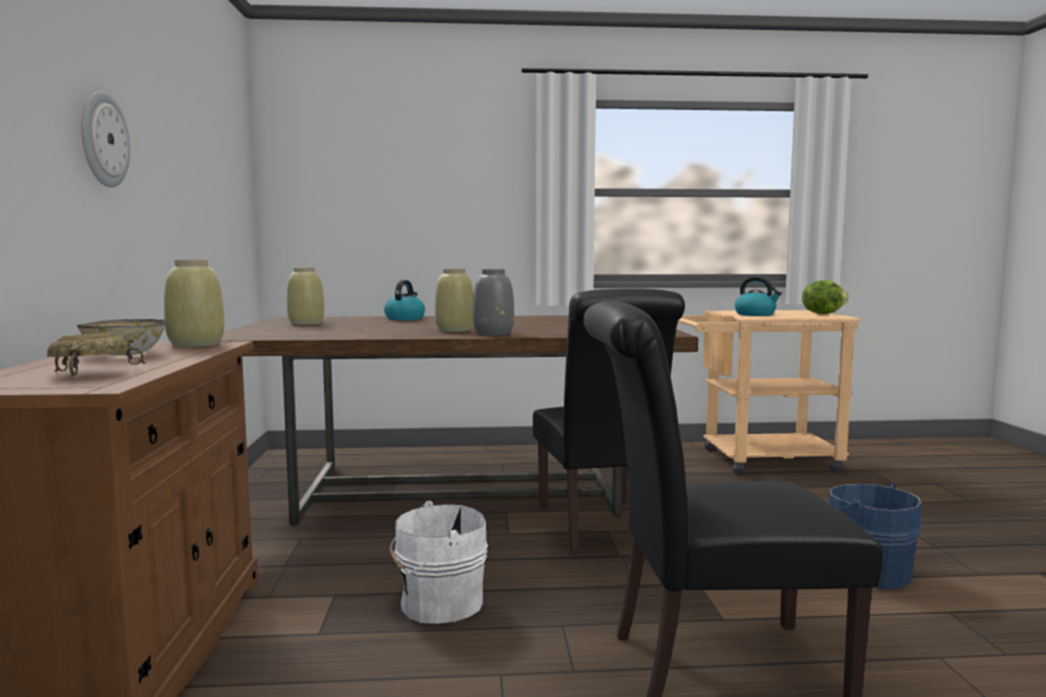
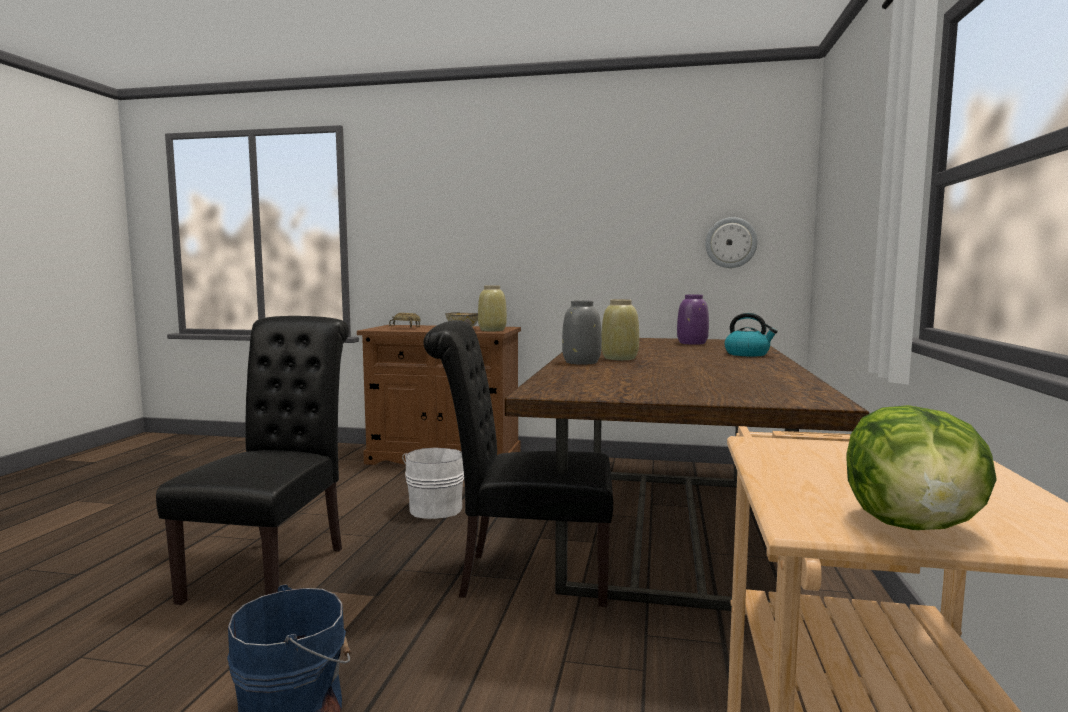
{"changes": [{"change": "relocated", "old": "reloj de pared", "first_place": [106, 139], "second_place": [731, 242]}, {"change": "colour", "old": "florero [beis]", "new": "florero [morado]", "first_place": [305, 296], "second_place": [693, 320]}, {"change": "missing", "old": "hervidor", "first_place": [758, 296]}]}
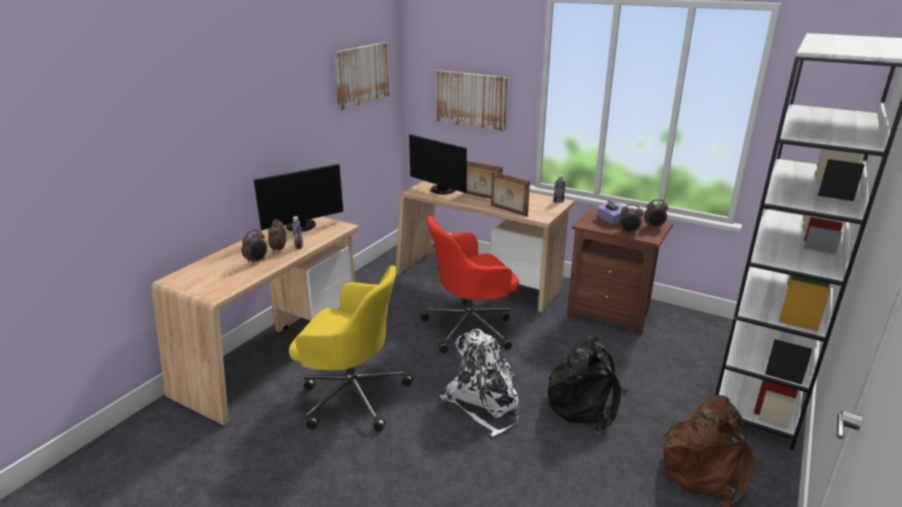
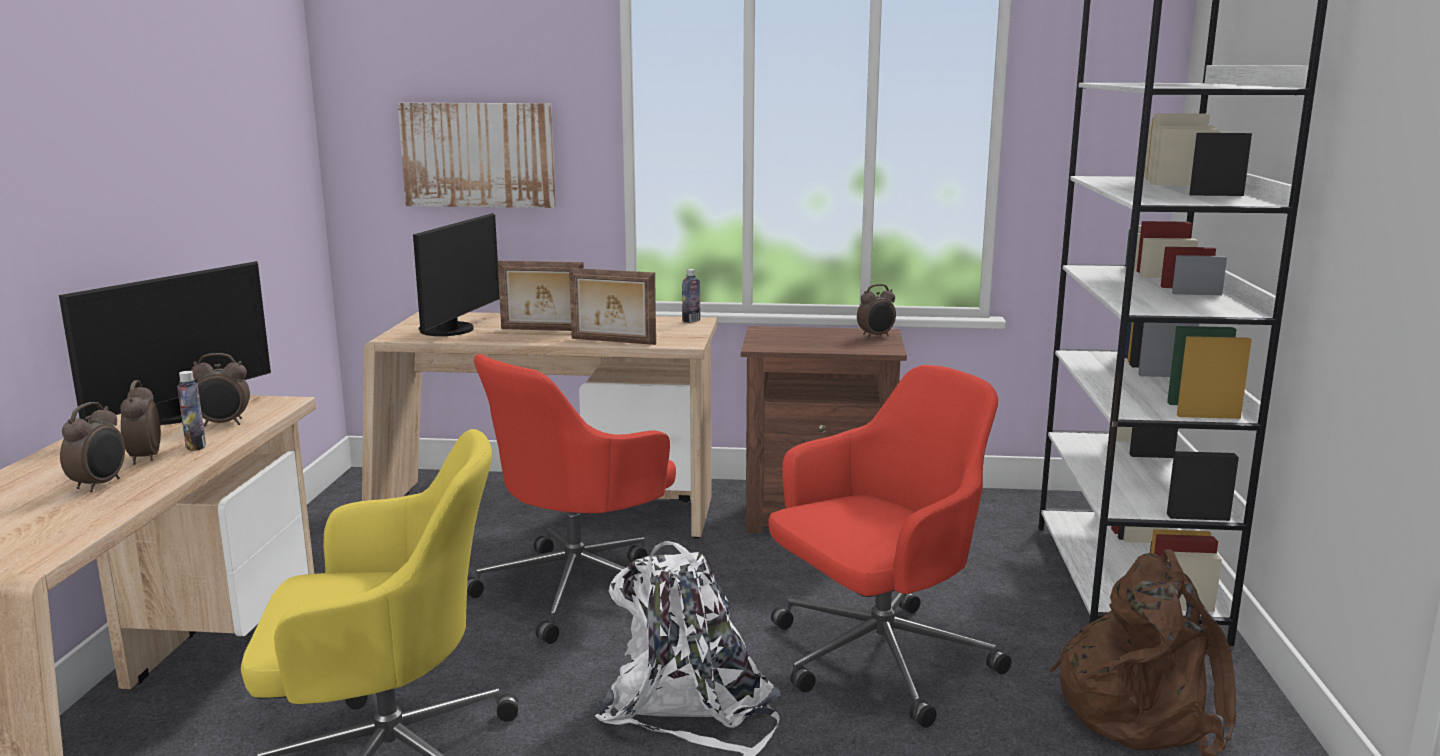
{"changes": [{"change": "missing", "old": "cuadro", "first_place": [362, 76]}, {"change": "spun", "old": "monitor", "first_place": [438, 164], "second_place": [456, 274], "degrees": -90}, {"change": "exchanged", "old": "mochila [negro]", "new": "silla de oficina [rojo]", "first_place": [588, 384], "second_place": [889, 546]}, {"change": "missing", "old": "caja de pañuelos [morado]", "first_place": [610, 212]}, {"change": "relocated", "old": "despertador", "first_place": [631, 219], "second_place": [220, 389]}]}
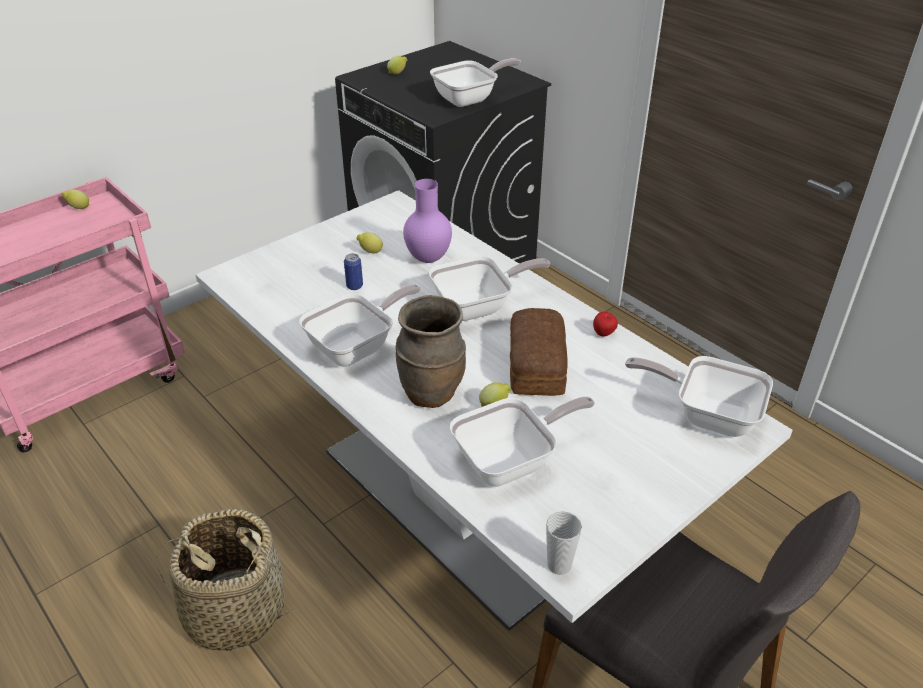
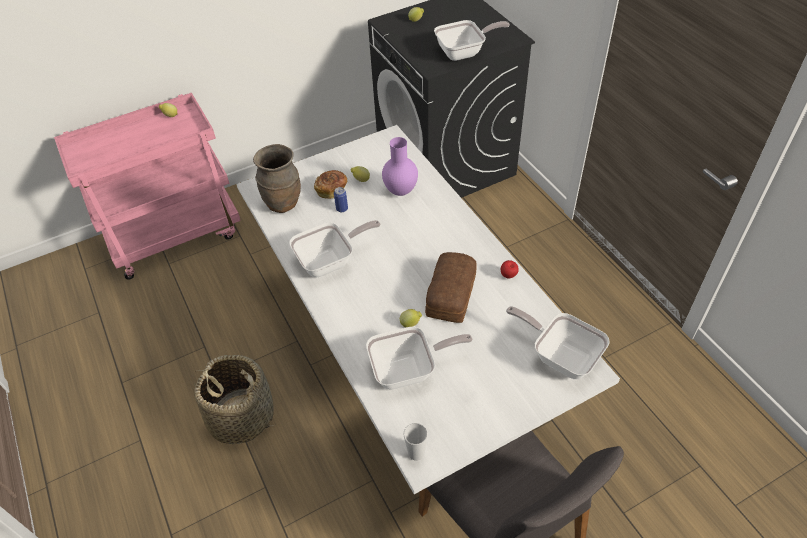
{"changes": [{"change": "relocated", "old": "florero [marrón]", "first_place": [430, 351], "second_place": [277, 178]}, {"change": "missing", "old": "sartén", "first_place": [489, 288]}, {"change": "appeared", "new": "pan", "second_place": [331, 184]}]}
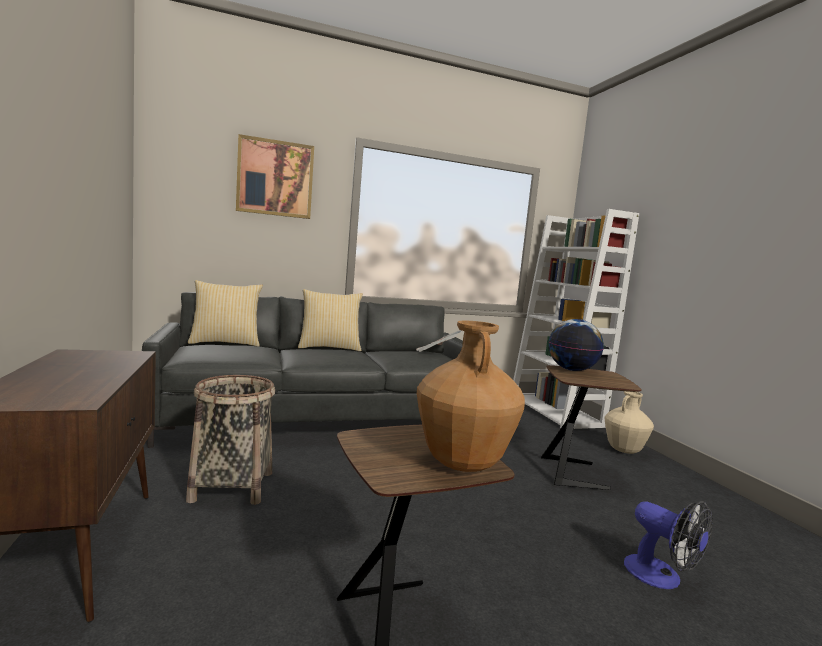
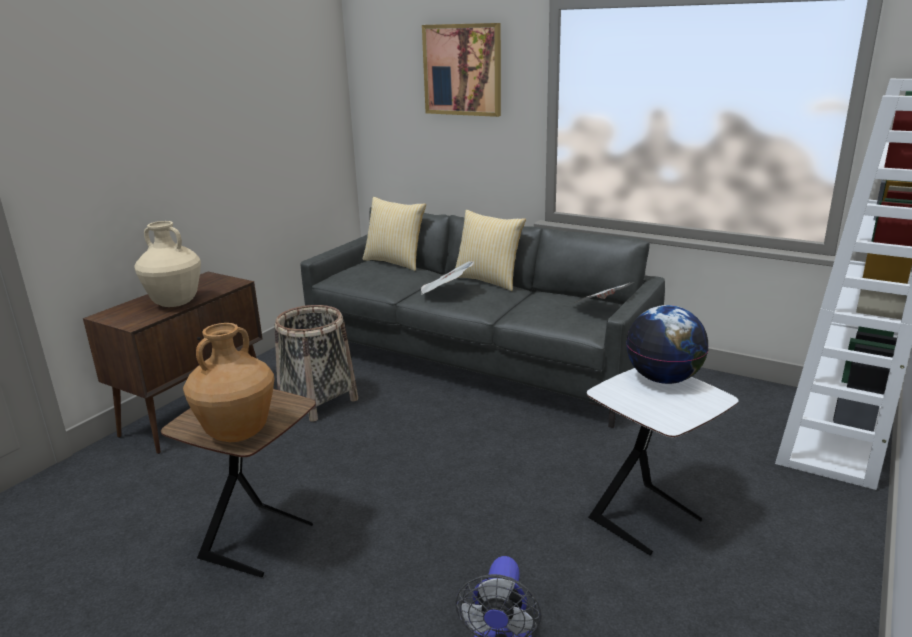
{"changes": [{"change": "colour", "old": "mesa auxiliar [marrón]", "new": "mesa auxiliar [blanco]", "first_place": [591, 427], "second_place": [662, 461]}, {"change": "relocated", "old": "florero [beis]", "first_place": [629, 422], "second_place": [167, 264]}, {"change": "appeared", "new": "periódico", "second_place": [447, 278]}]}
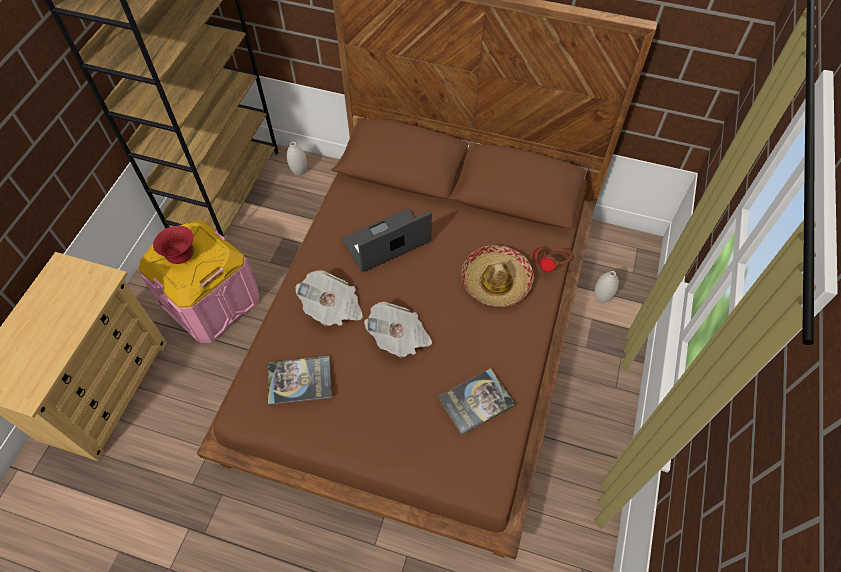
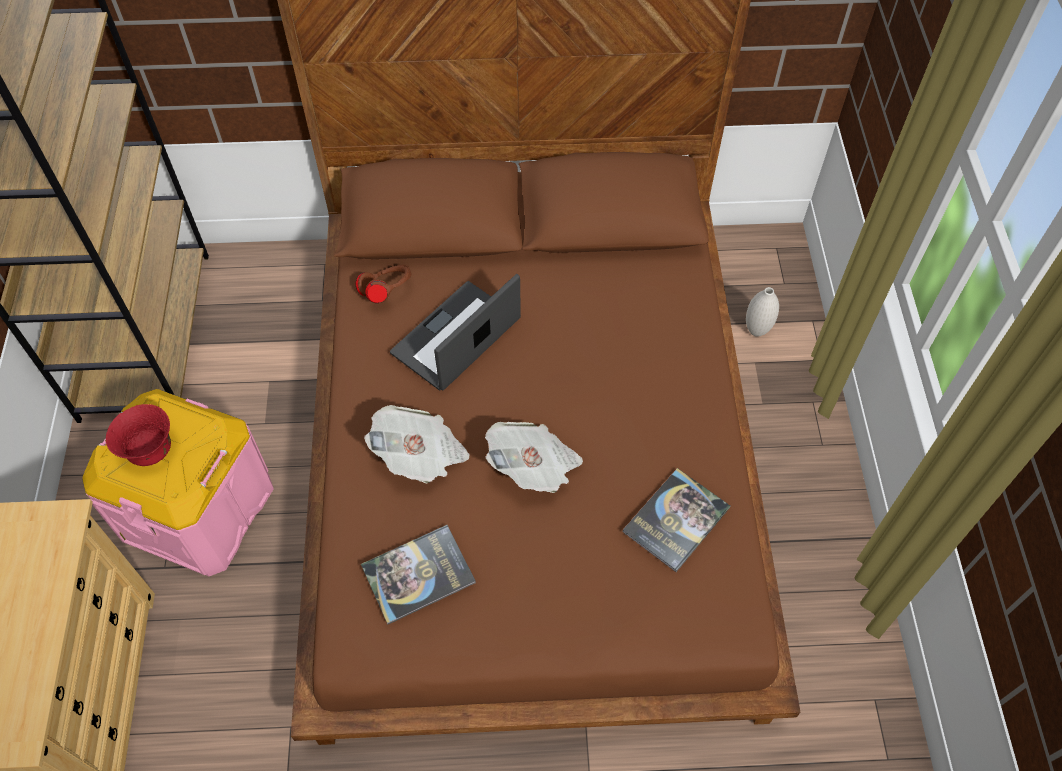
{"changes": [{"change": "missing", "old": "florero [blanco]", "first_place": [297, 159]}, {"change": "missing", "old": "sombrero", "first_place": [497, 276]}, {"change": "relocated", "old": "auriculares [marrón]", "first_place": [553, 259], "second_place": [383, 283]}]}
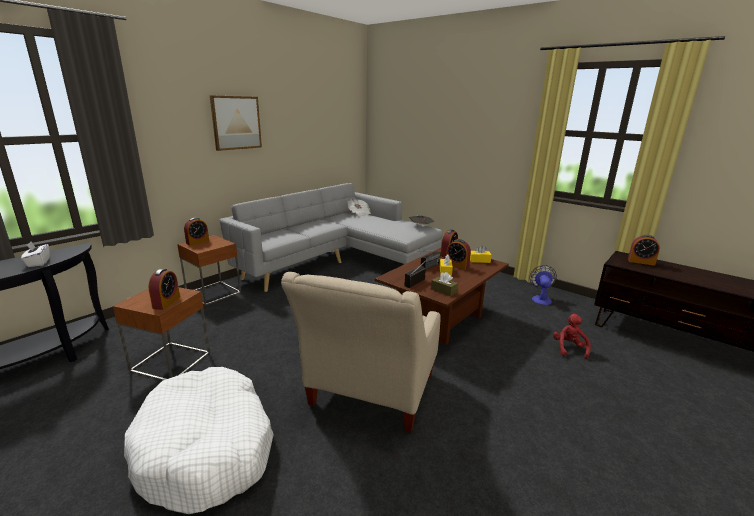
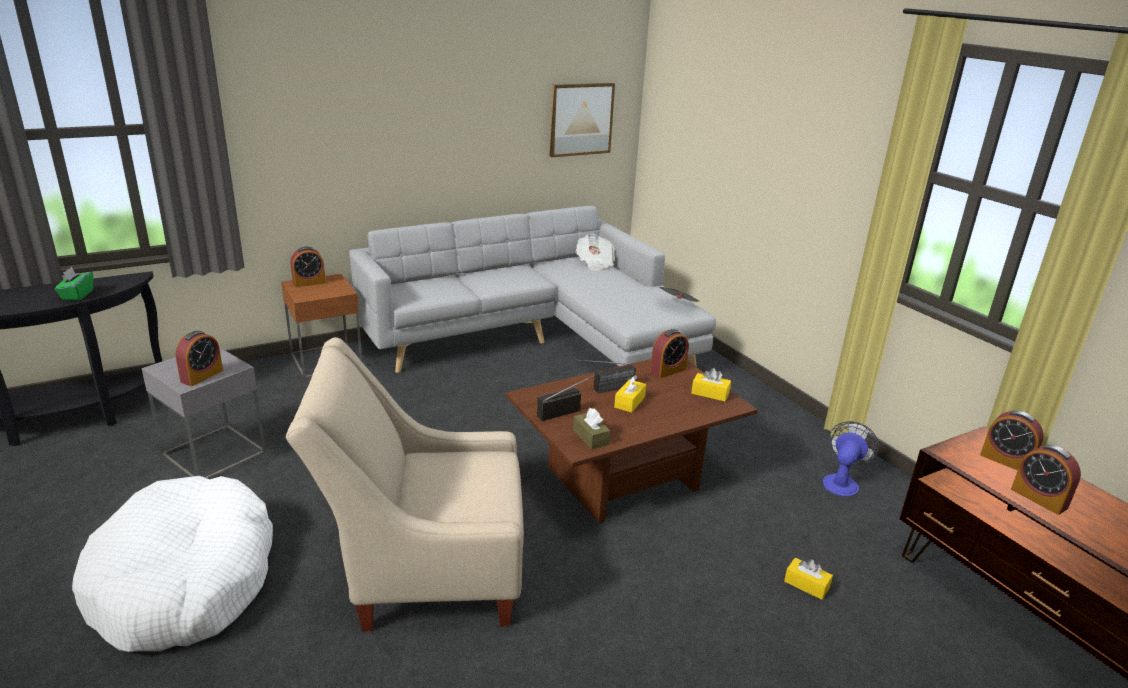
{"changes": [{"change": "colour", "old": "caja de pañuelos [blanco]", "new": "caja de pañuelos [verde]", "first_place": [35, 254], "second_place": [74, 283]}, {"change": "colour", "old": "mesa auxiliar [marrón]", "new": "mesa auxiliar [gris]", "first_place": [161, 334], "second_place": [204, 413]}, {"change": "relocated", "old": "cuadro", "first_place": [236, 123], "second_place": [582, 120]}, {"change": "spun", "old": "sillón [beis]", "first_place": [361, 352], "second_place": [405, 484], "degrees": 45}, {"change": "relocated", "old": "despertador", "first_place": [458, 254], "second_place": [1046, 480]}, {"change": "exchanged", "old": "peluche [rojo]", "new": "caja de pañuelos [amarillo]", "first_place": [572, 336], "second_place": [808, 579]}]}
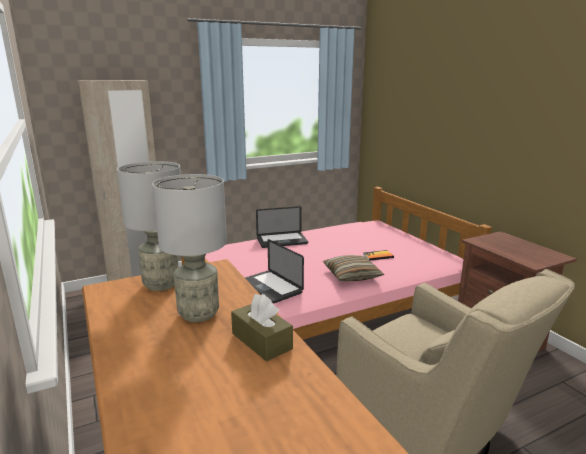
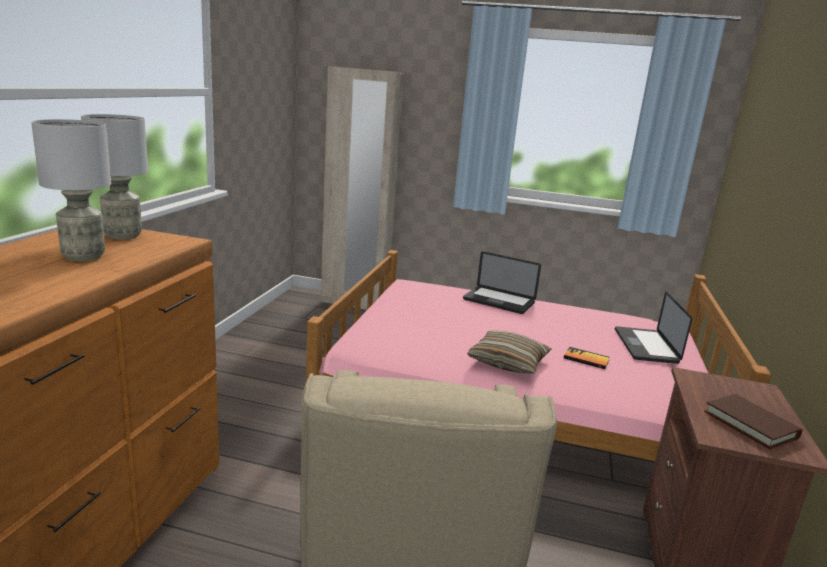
{"changes": [{"change": "missing", "old": "caja de pañuelos [marrón]", "first_place": [262, 327]}, {"change": "relocated", "old": "portátil", "first_place": [274, 271], "second_place": [653, 328]}, {"change": "appeared", "new": "libro [marrón]", "second_place": [753, 421]}]}
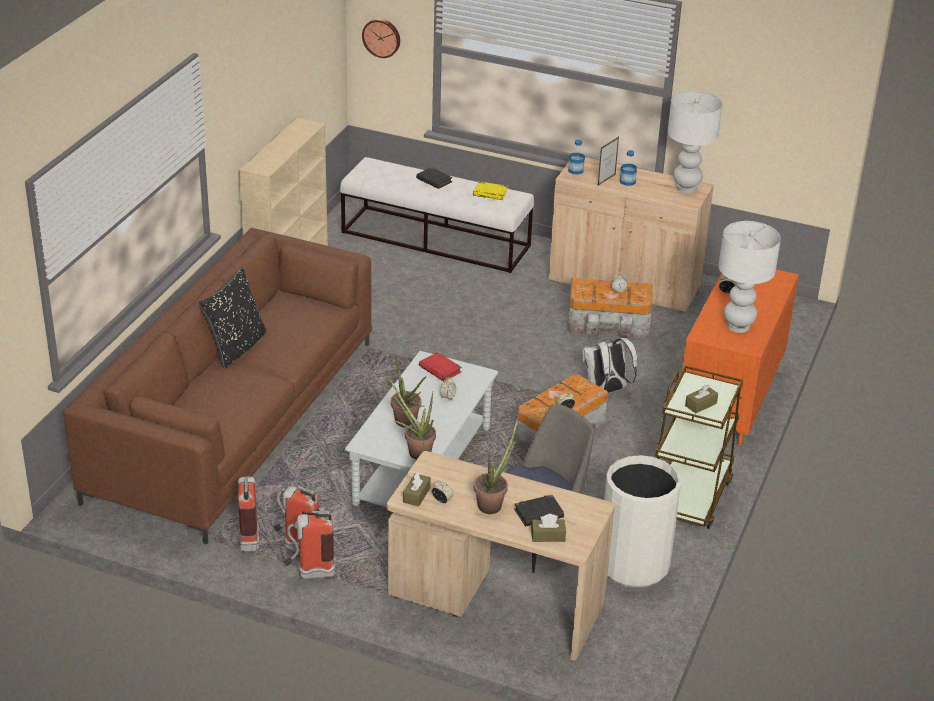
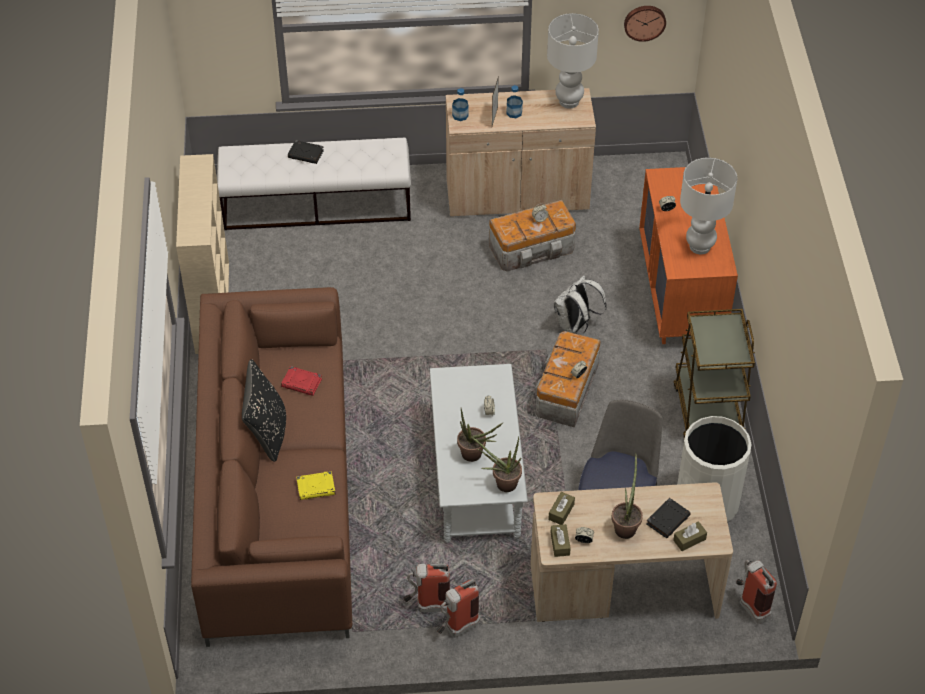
{"changes": [{"change": "relocated", "old": "extintor", "first_place": [248, 514], "second_place": [756, 592]}, {"change": "relocated", "old": "reloj de pared", "first_place": [381, 38], "second_place": [645, 24]}, {"change": "relocated", "old": "libro [rojo]", "first_place": [440, 366], "second_place": [301, 381]}, {"change": "relocated", "old": "libro [amarillo]", "first_place": [490, 190], "second_place": [316, 485]}, {"change": "relocated", "old": "caja de pañuelos [marrón]", "first_place": [701, 399], "second_place": [561, 508]}]}
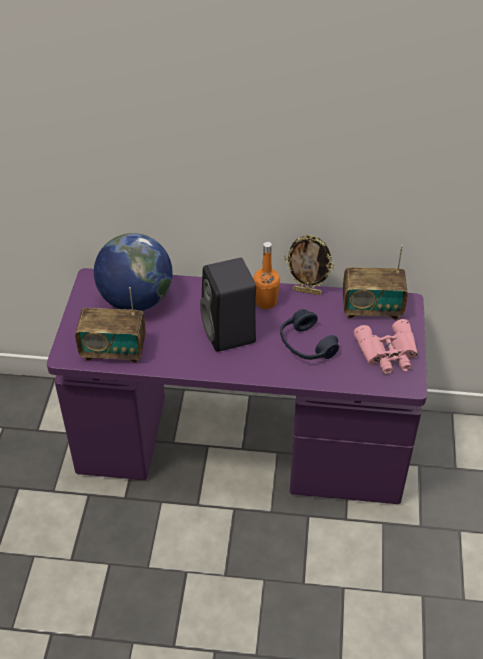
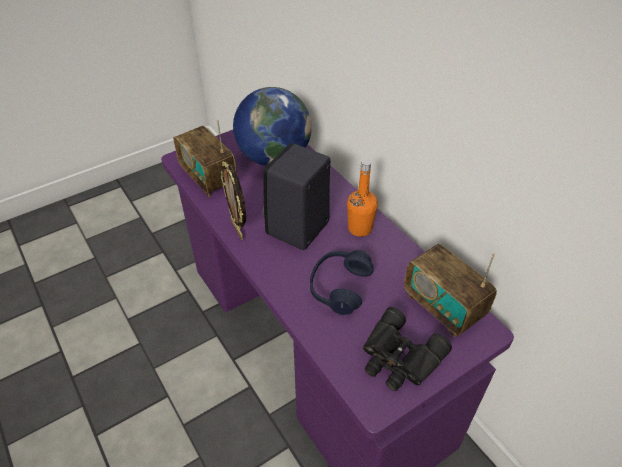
{"changes": [{"change": "relocated", "old": "portarretratos", "first_place": [309, 265], "second_place": [233, 200]}, {"change": "colour", "old": "prismáticos [rosa]", "new": "prismáticos [negro]", "first_place": [386, 346], "second_place": [407, 349]}]}
